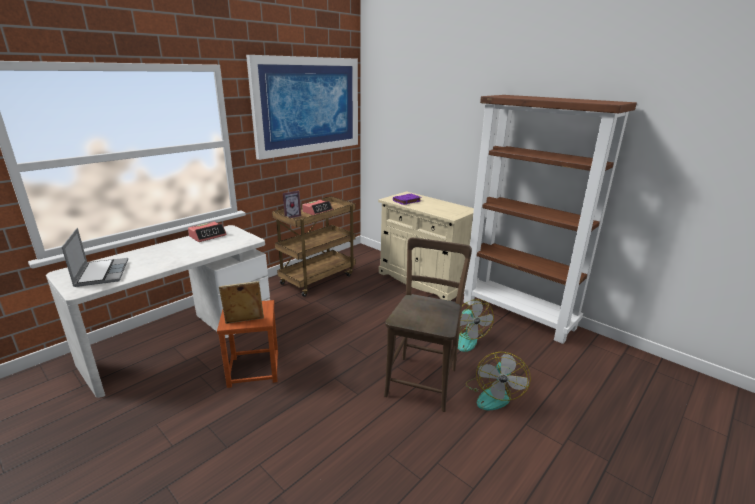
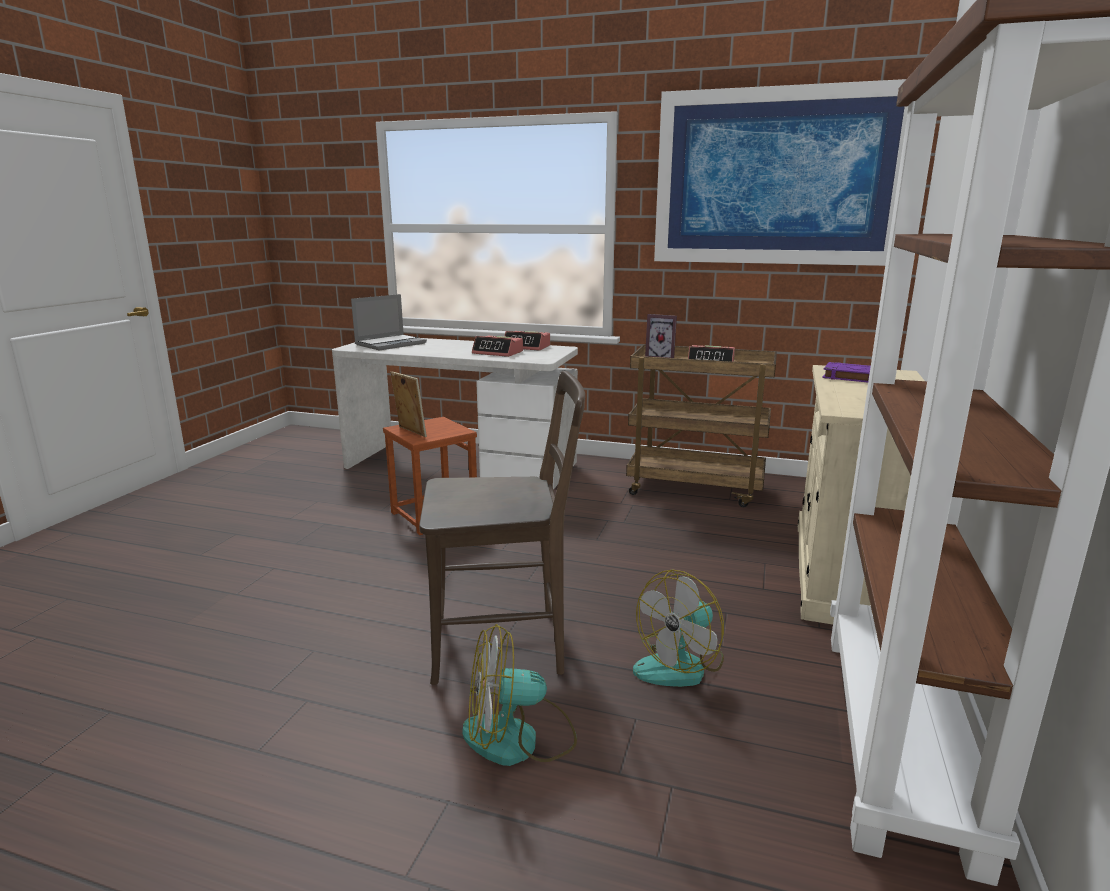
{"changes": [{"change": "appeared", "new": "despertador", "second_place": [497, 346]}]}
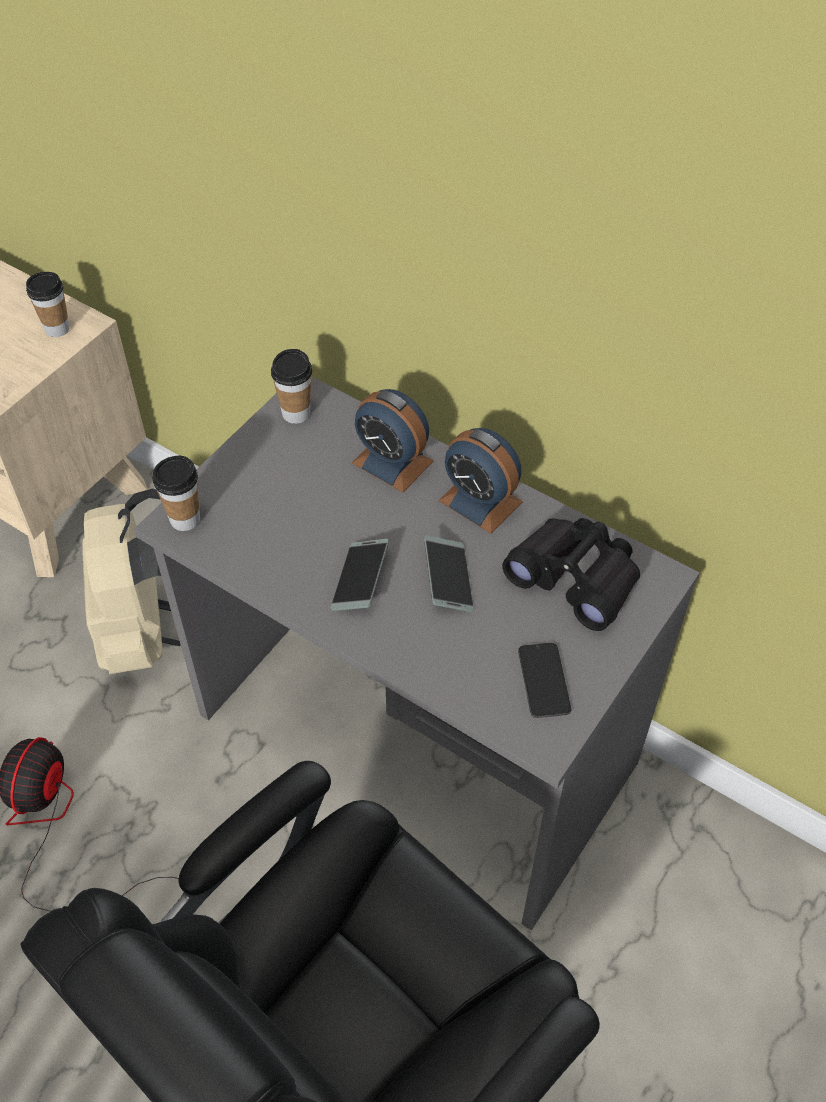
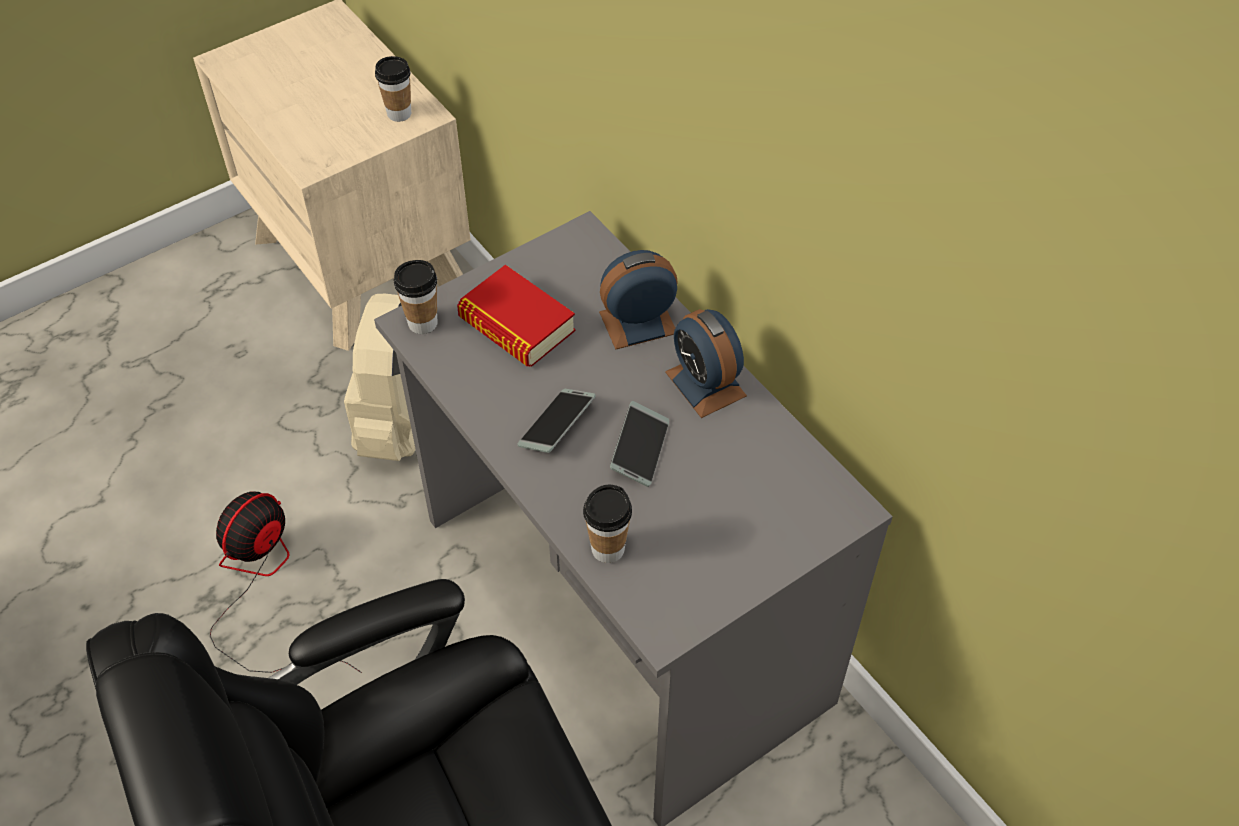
{"changes": [{"change": "relocated", "old": "taza", "first_place": [291, 386], "second_place": [607, 524]}, {"change": "spun", "old": "despertador", "first_place": [393, 440], "second_place": [638, 300], "degrees": 105}, {"change": "missing", "old": "prismáticos [negro]", "first_place": [571, 574]}, {"change": "missing", "old": "móvil", "first_place": [544, 680]}, {"change": "appeared", "new": "libro", "second_place": [516, 316]}]}
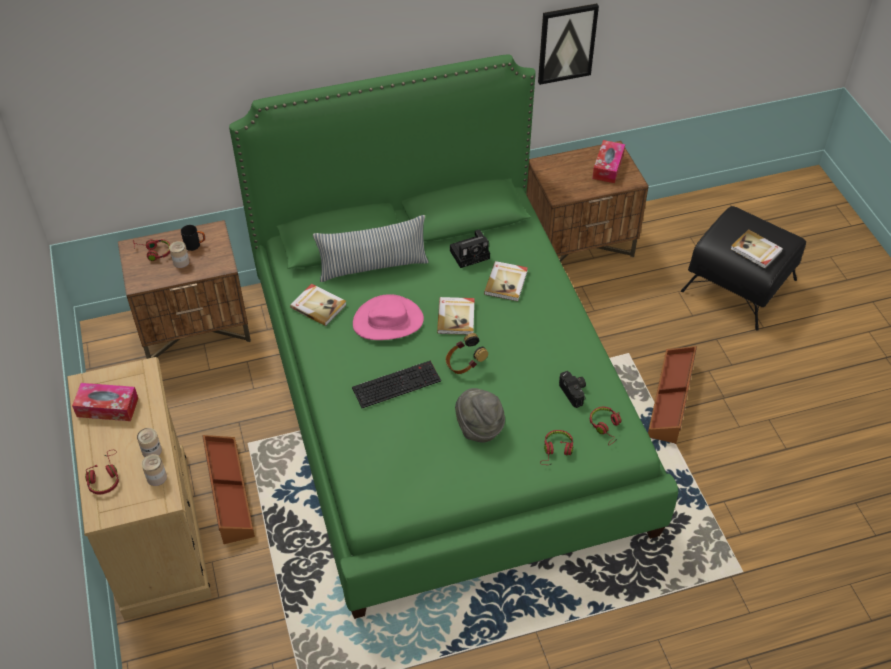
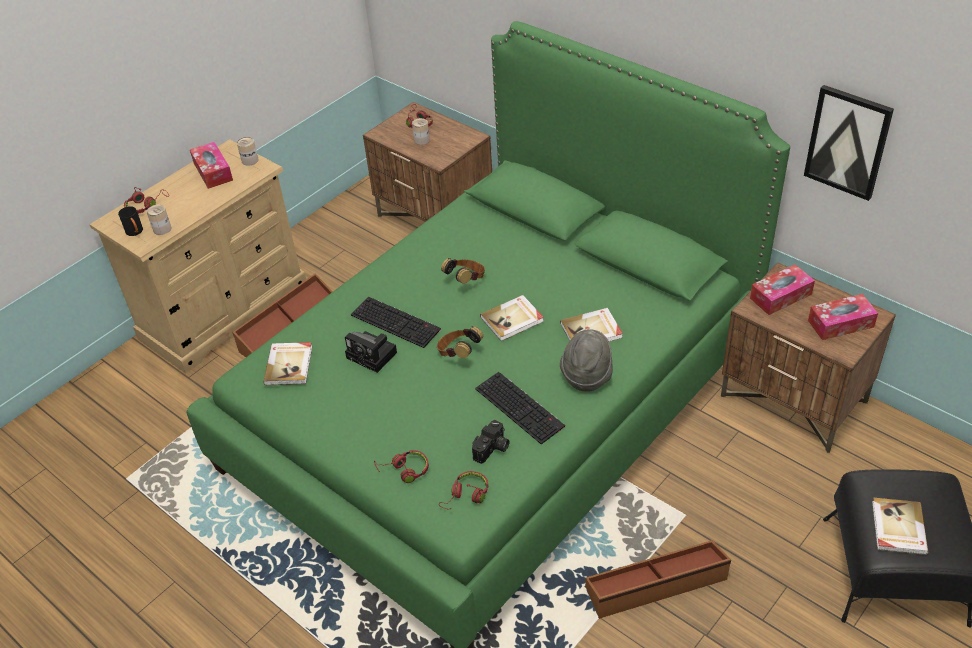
{"changes": [{"change": "relocated", "old": "lata", "first_place": [149, 442], "second_place": [248, 151]}, {"change": "relocated", "old": "taza grande [negro]", "first_place": [193, 238], "second_place": [130, 221]}, {"change": "relocated", "old": "libro", "first_place": [318, 305], "second_place": [287, 363]}, {"change": "missing", "old": "cojín", "first_place": [371, 248]}, {"change": "exchanged", "old": "sombrero [rosa]", "new": "auriculares", "first_place": [388, 317], "second_place": [463, 271]}, {"change": "relocated", "old": "cámara", "first_place": [470, 249], "second_place": [371, 352]}, {"change": "relocated", "old": "sombrero [gris]", "first_place": [480, 415], "second_place": [586, 360]}, {"change": "appeared", "new": "teclado", "second_place": [520, 408]}, {"change": "appeared", "new": "caja de pañuelos", "second_place": [782, 290]}]}
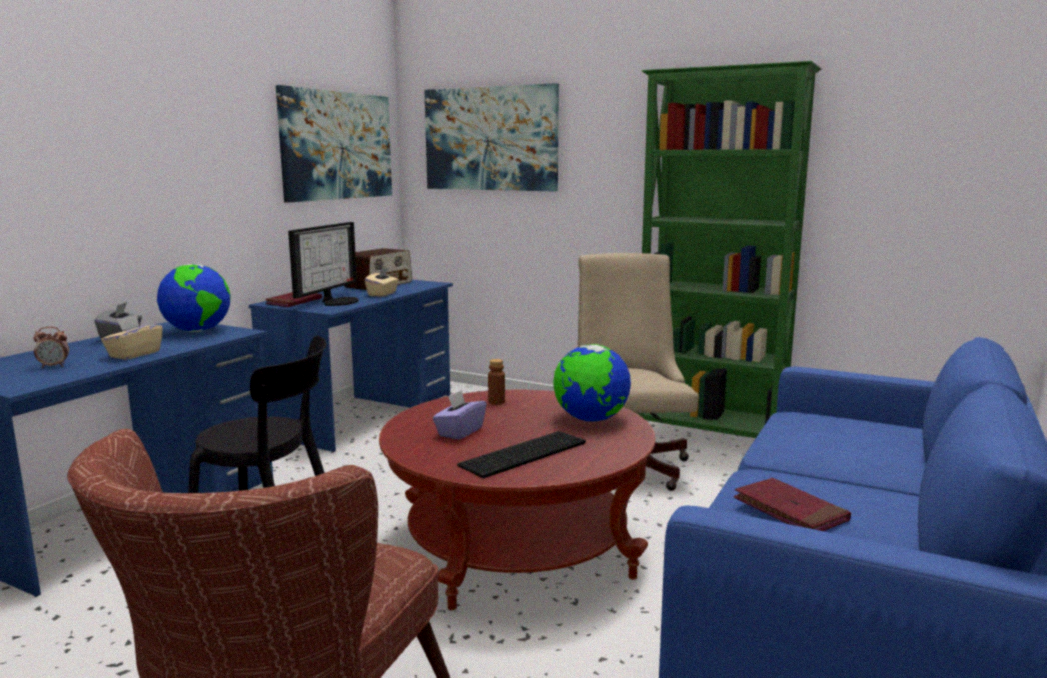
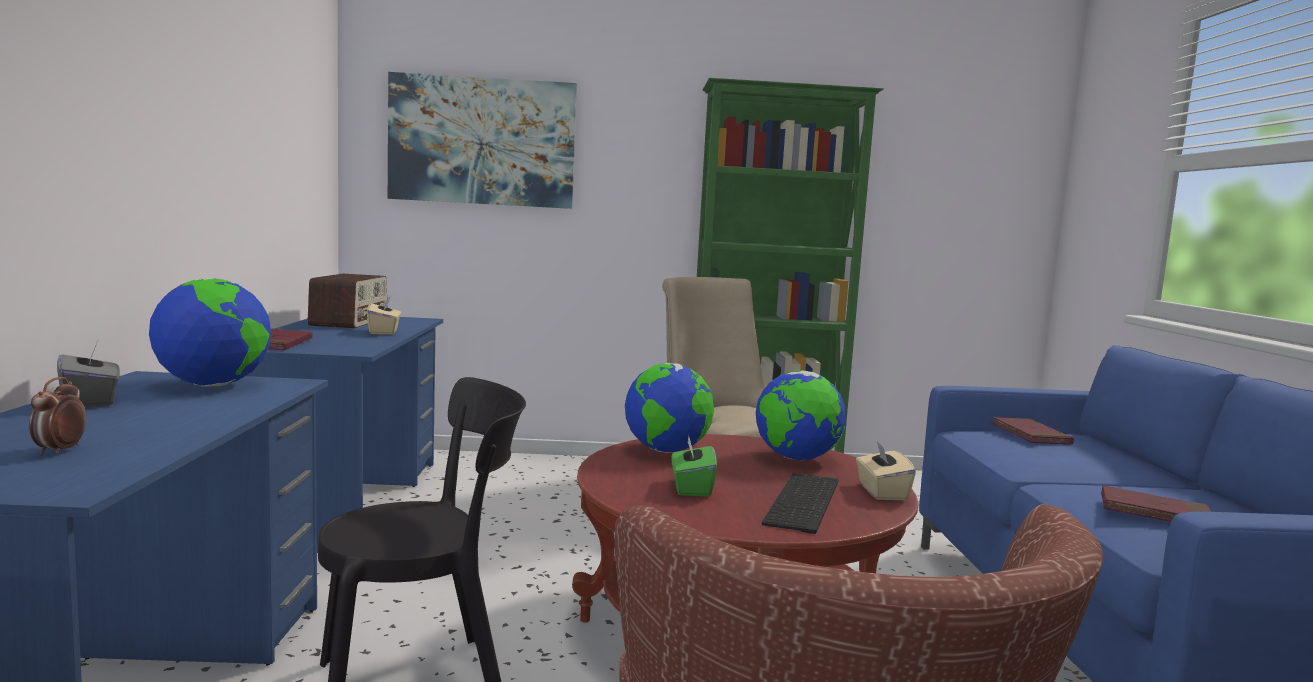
{"changes": [{"change": "spun", "old": "despertador", "first_place": [51, 347], "second_place": [57, 416], "degrees": 135}, {"change": "relocated", "old": "caja de pañuelos [beis]", "first_place": [132, 337], "second_place": [886, 470]}, {"change": "missing", "old": "cuadro", "first_place": [334, 144]}, {"change": "missing", "old": "monitor", "first_place": [323, 264]}, {"change": "colour", "old": "caja de pañuelos [morado]", "new": "caja de pañuelos [verde]", "first_place": [459, 415], "second_place": [694, 465]}, {"change": "exchanged", "old": "botella [marrón]", "new": "globo terráqueo", "first_place": [496, 382], "second_place": [669, 408]}, {"change": "appeared", "new": "libro [rojo]", "second_place": [1033, 431]}]}
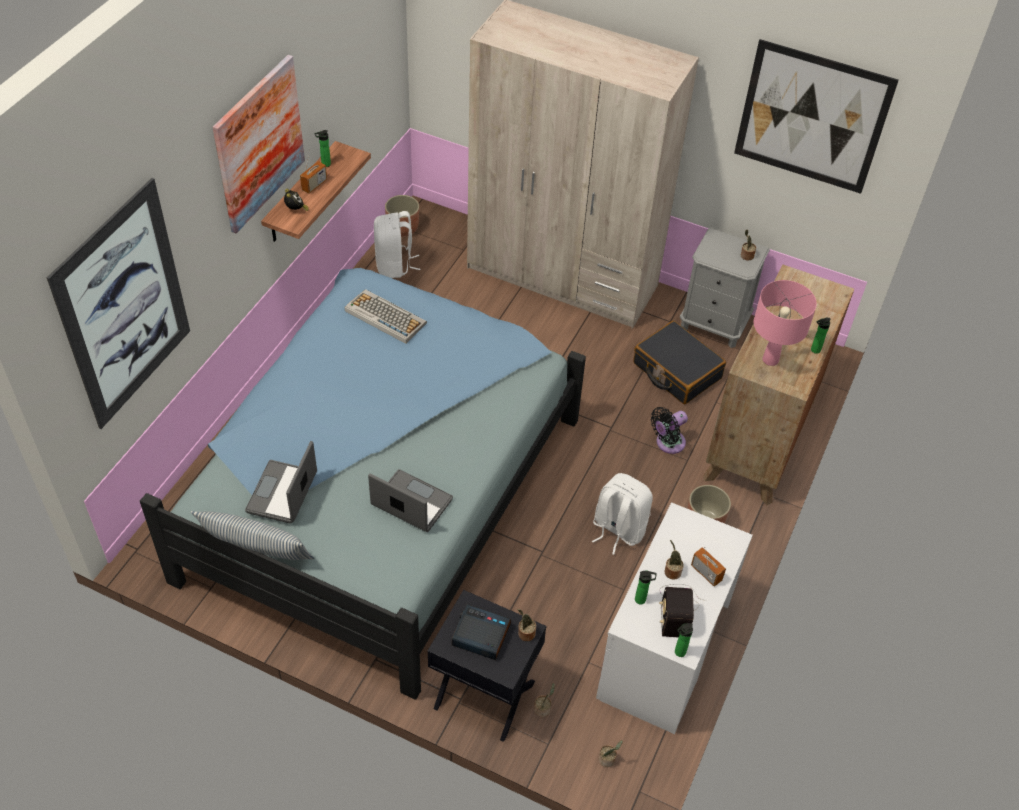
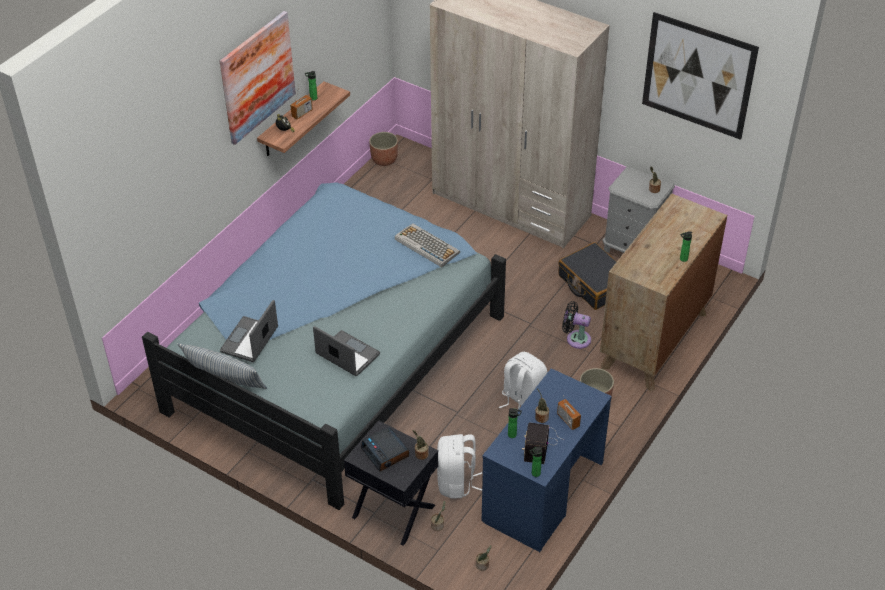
{"changes": [{"change": "missing", "old": "cuadro", "first_place": [118, 303]}, {"change": "relocated", "old": "teclado", "first_place": [386, 316], "second_place": [427, 245]}, {"change": "relocated", "old": "mochila [blanco]", "first_place": [397, 244], "second_place": [459, 466]}, {"change": "spun", "old": "despertador", "first_place": [481, 632], "second_place": [385, 449], "degrees": -150}, {"change": "colour", "old": "escritorio [blanco]", "new": "escritorio [azul]", "first_place": [674, 618], "second_place": [547, 460]}, {"change": "spun", "old": "ventilador [negro]", "first_place": [669, 430], "second_place": [576, 325], "degrees": 45}, {"change": "missing", "old": "lámpara de mesa [rosa]", "first_place": [785, 323]}]}
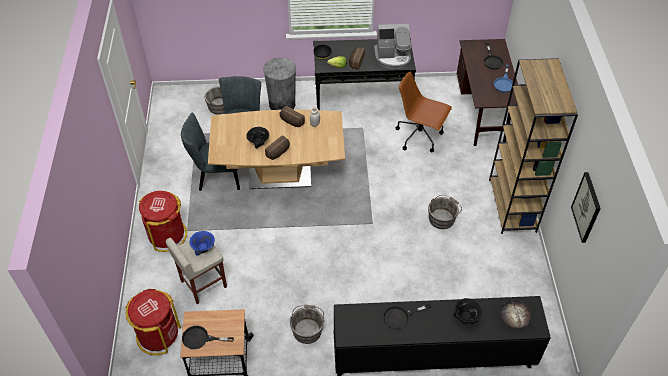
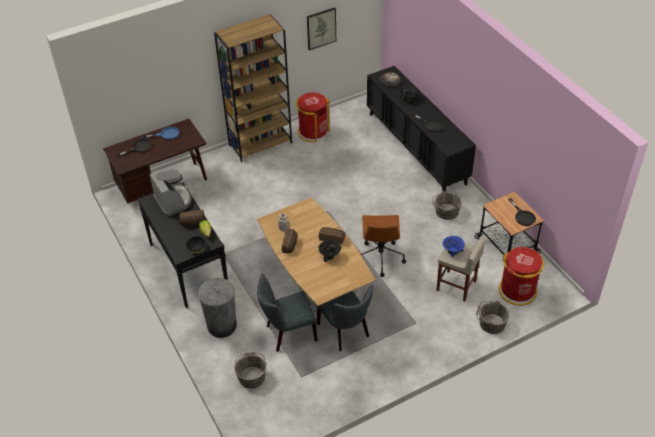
{"changes": [{"change": "relocated", "old": "papelera [rojo]", "first_place": [163, 221], "second_place": [313, 117]}, {"change": "relocated", "old": "silla de oficina [marrón]", "first_place": [424, 112], "second_place": [383, 246]}, {"change": "relocated", "old": "cubo [gris]", "first_place": [445, 212], "second_place": [493, 317]}]}
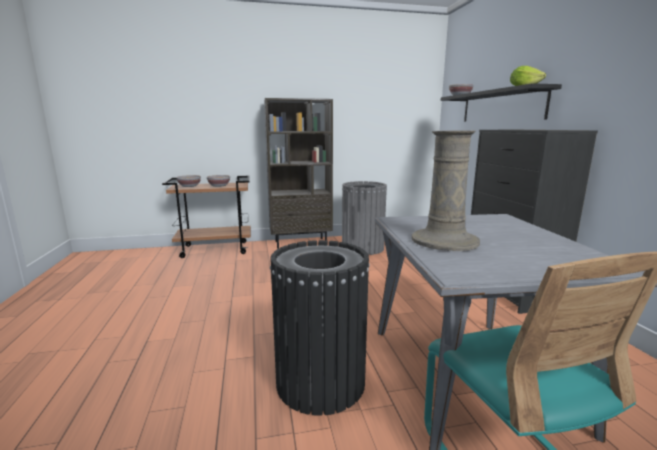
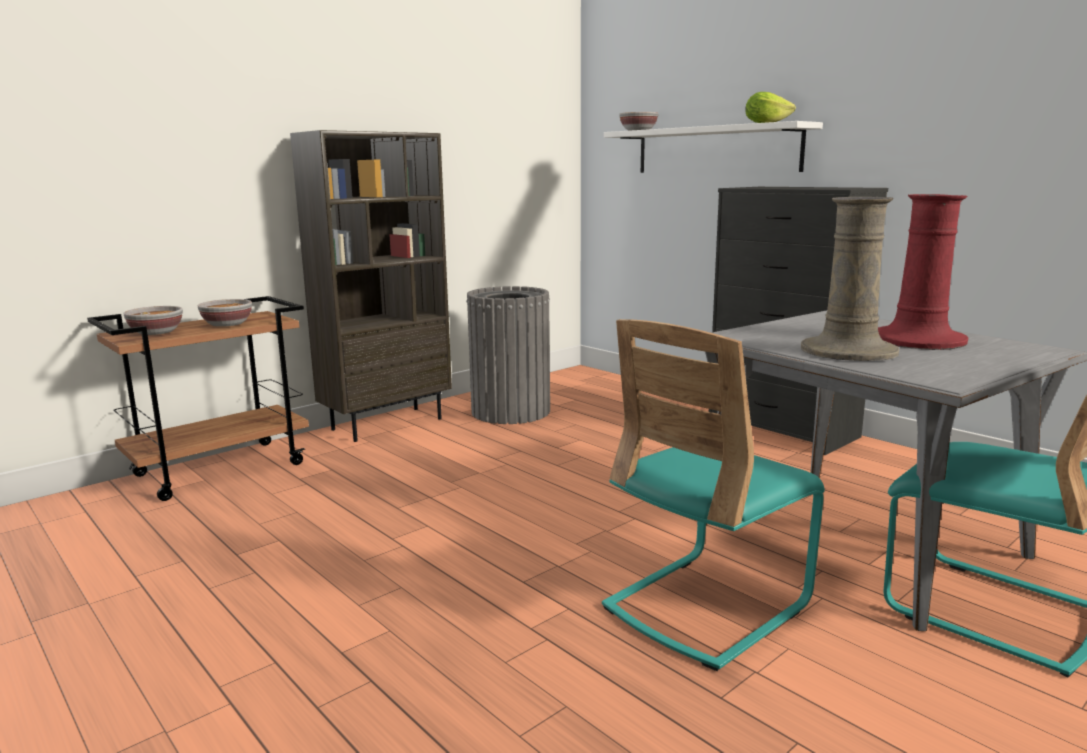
{"changes": [{"change": "exchanged", "old": "papelera [negro]", "new": "silla [turquesa]", "first_place": [320, 328], "second_place": [713, 495]}, {"change": "colour", "old": "estante [negro]", "new": "estante [blanco]", "first_place": [501, 102], "second_place": [713, 147]}, {"change": "appeared", "new": "florero [rojo]", "second_place": [923, 272]}]}
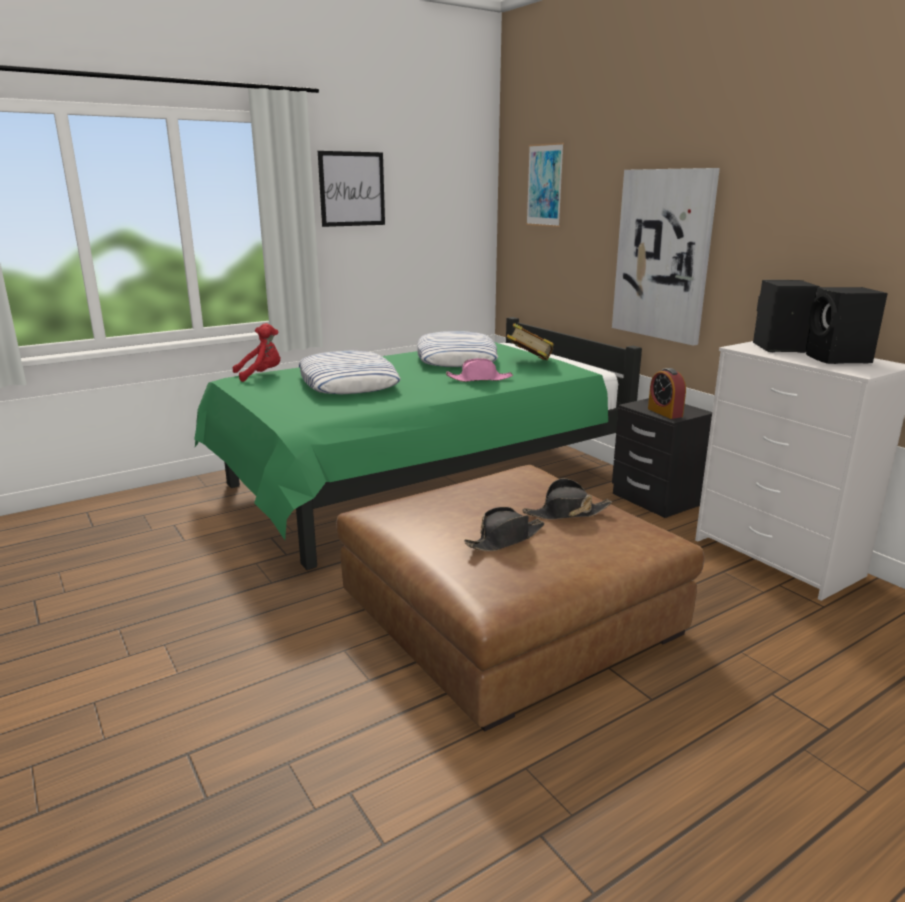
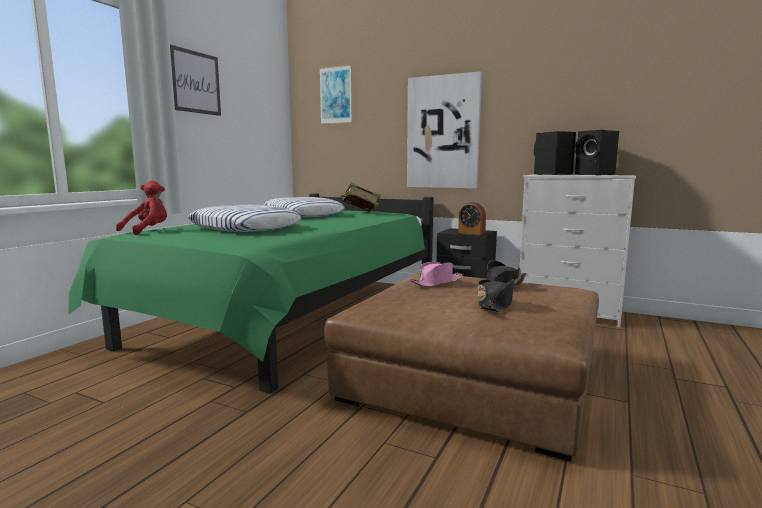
{"changes": [{"change": "relocated", "old": "sombrero [rosa]", "first_place": [479, 370], "second_place": [435, 274]}]}
